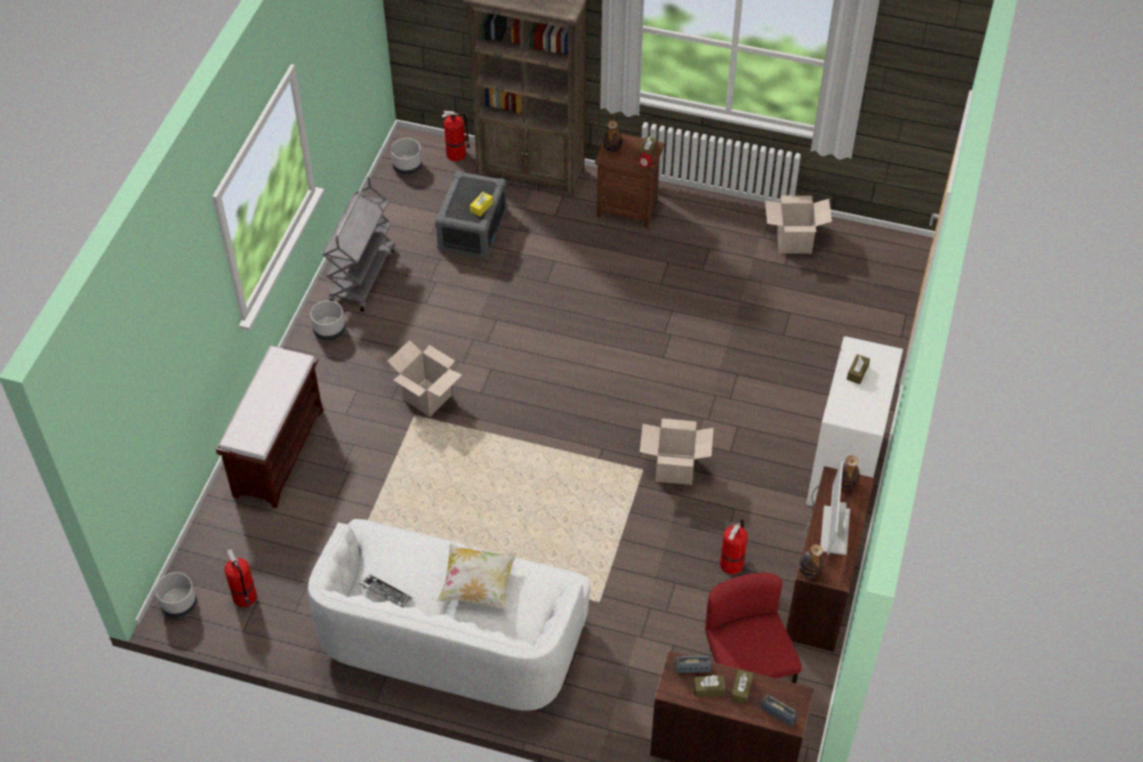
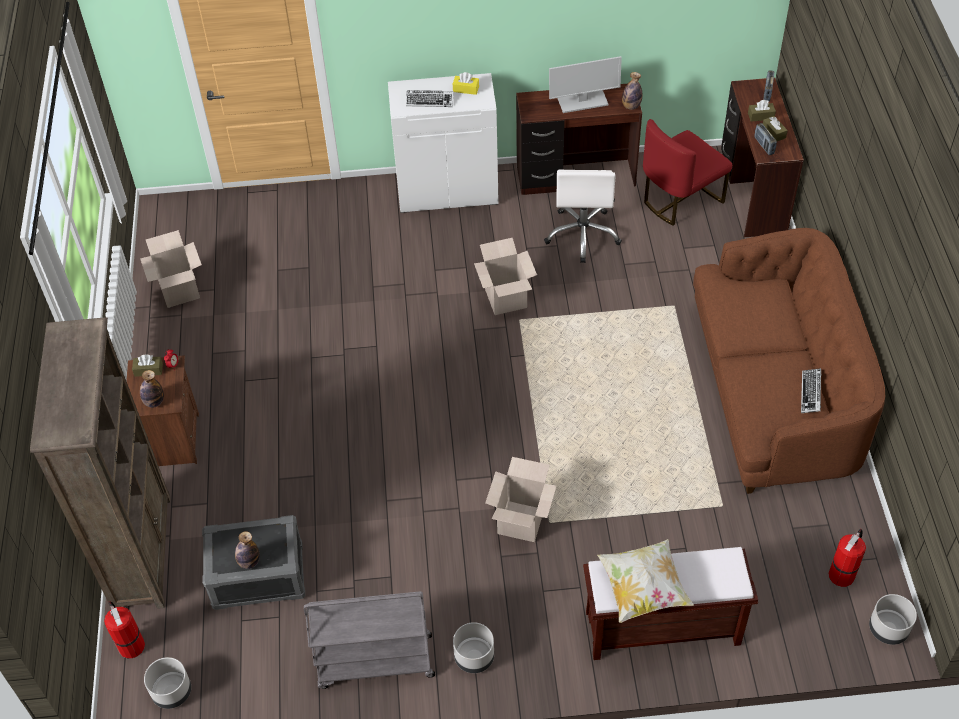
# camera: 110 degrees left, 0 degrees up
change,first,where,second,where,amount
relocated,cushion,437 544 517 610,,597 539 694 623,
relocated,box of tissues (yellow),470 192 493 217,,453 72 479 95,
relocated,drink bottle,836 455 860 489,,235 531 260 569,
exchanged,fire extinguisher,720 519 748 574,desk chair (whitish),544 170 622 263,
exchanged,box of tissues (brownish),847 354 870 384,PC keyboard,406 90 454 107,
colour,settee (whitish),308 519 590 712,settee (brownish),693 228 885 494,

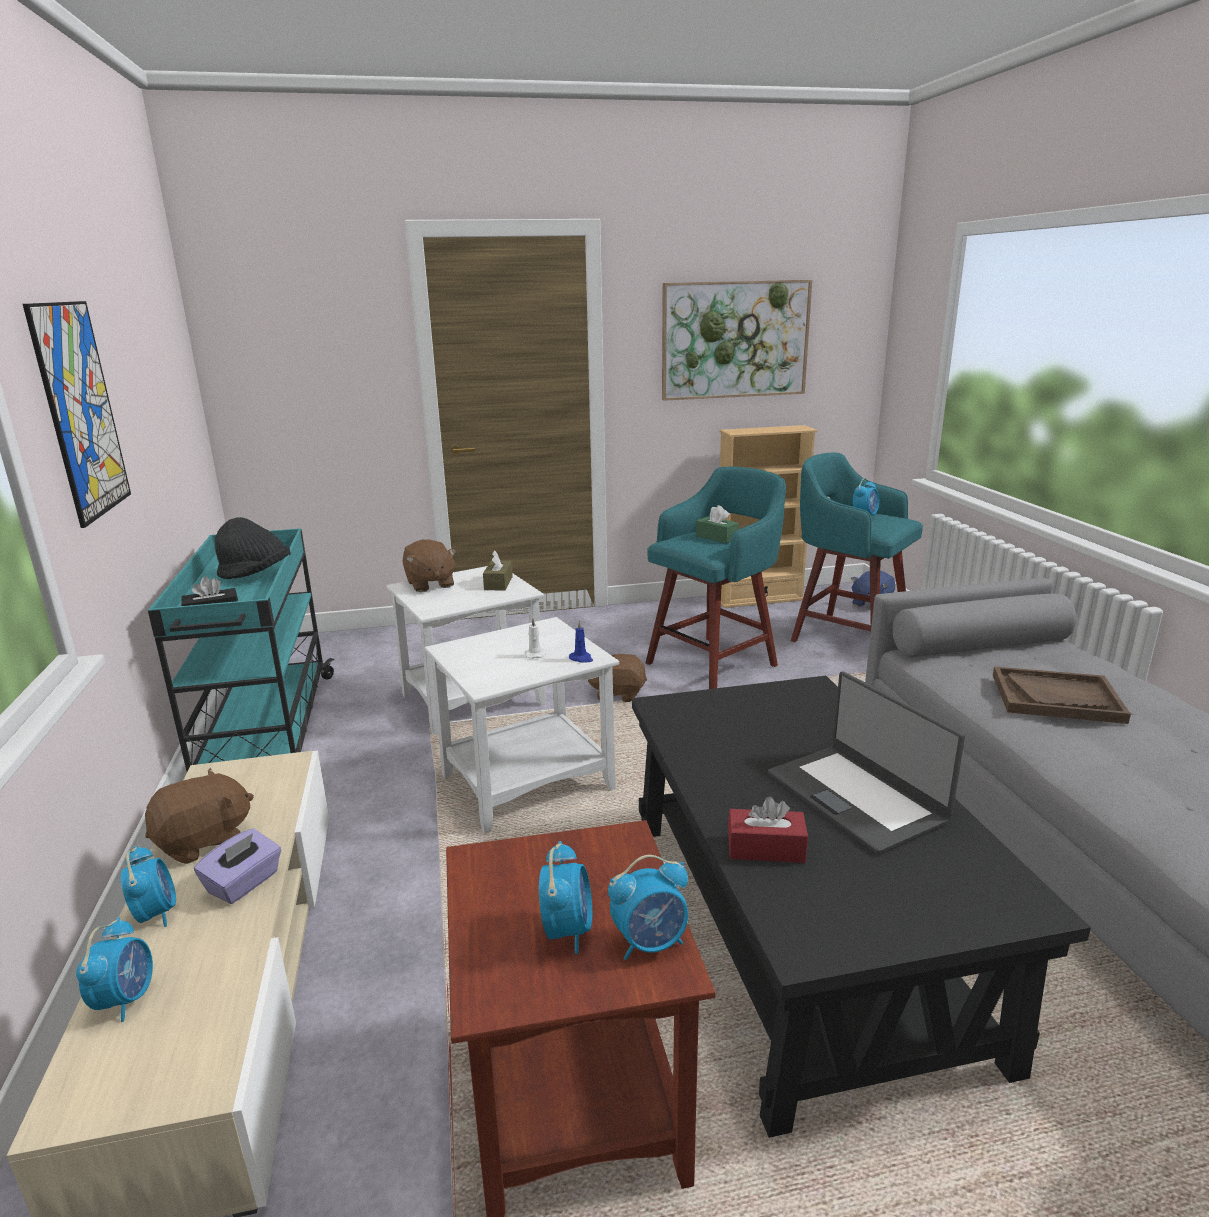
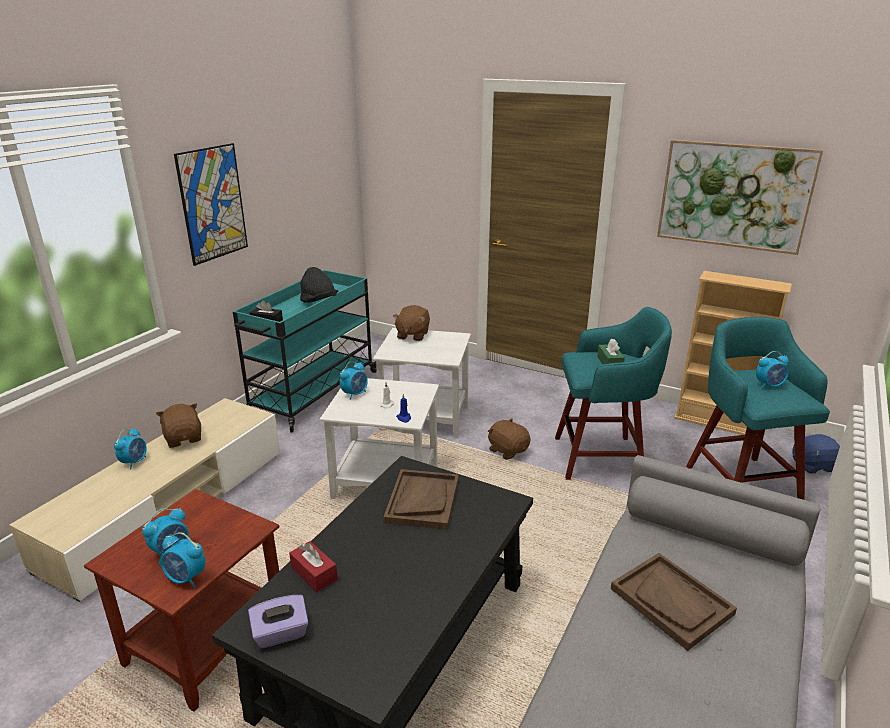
# camera: 40 degrees right, 5 degrees up
change,first,where,second,where,amount
missing,box of tissues (brownish),483 550 513 590,,,
missing,portable computer,768 672 965 855,,,
appeared,,,serving tray (brownish),384 469 459 530,
relocated,table clock,76 917 153 1022,,340 361 368 400,
relocated,box of tissues (purple-coloured),194 828 281 904,,248 595 309 648,
spun,plush toy (brownish),145 768 254 864,,156 403 201 448,120 degrees counterclockwise

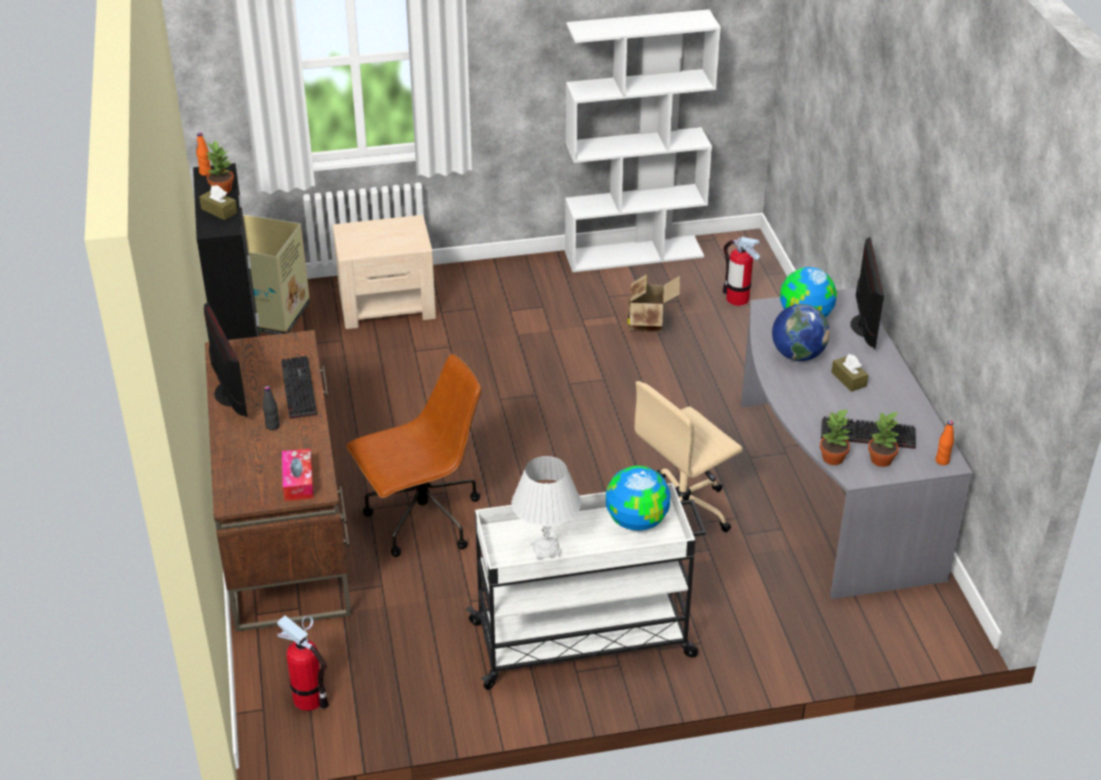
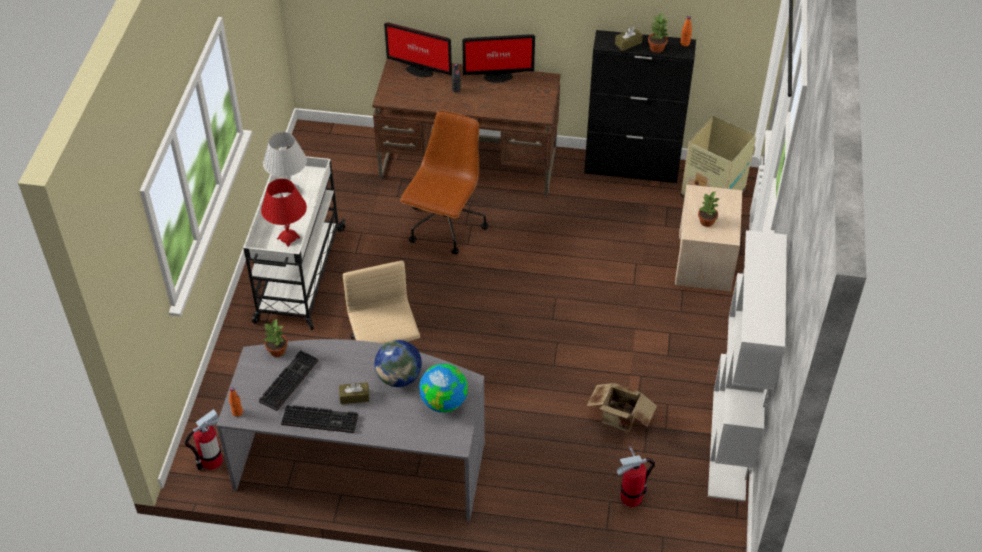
# camera: 110 degrees right, 10 degrees up
change,first,where,second,where,amount
missing,box of tissues,282 448 314 501,,,
relocated,fire extinguisher,277 615 329 711,,184 409 223 470,
relocated,PC keyboard,281 356 317 419,,281 405 358 433,
relocated,computer screen,851 237 884 350,,384 22 452 77,
relocated,houseplant,868 412 899 467,,698 191 719 227,
exchanged,world globe,606 466 671 531,tabletop lamp (red-coloured),261 179 307 247,
spun,desk chair (brownish),346 354 481 557,,400 111 489 255,150 degrees counterclockwise

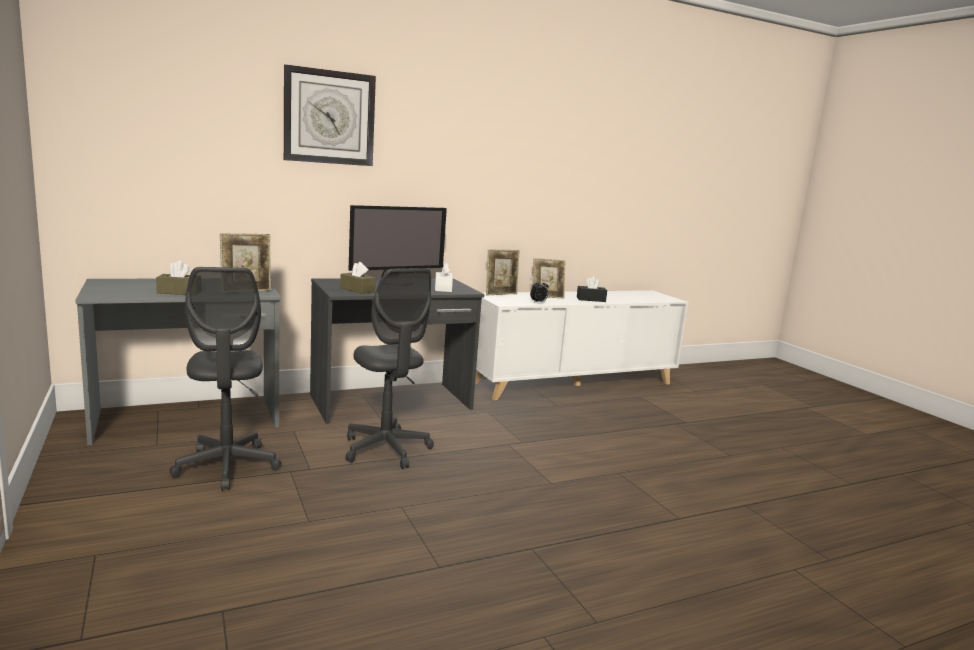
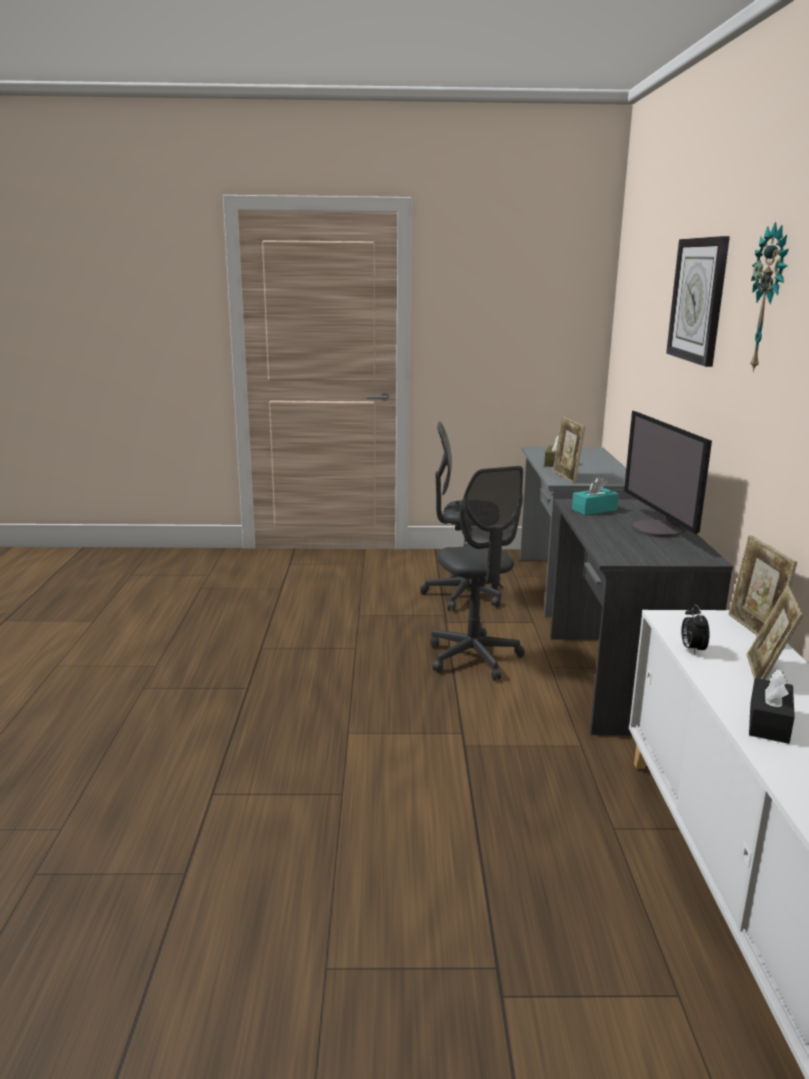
# camera: 115 degrees right, 5 degrees up
change,first,where,second,where,amount
missing,box of tissues (whitish),435 262 453 292,,,
appeared,,,hanging clock,750 222 789 372,
colour,box of tissues (brownish),340 262 376 294,box of tissues (turquoise),572 477 619 515,
spun,desk chair (gray),345 268 434 469,,431 466 525 680,105 degrees counterclockwise

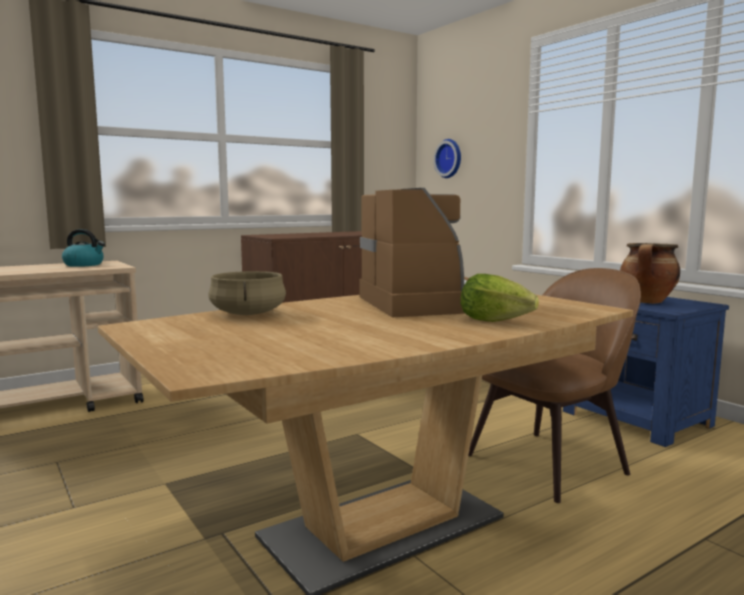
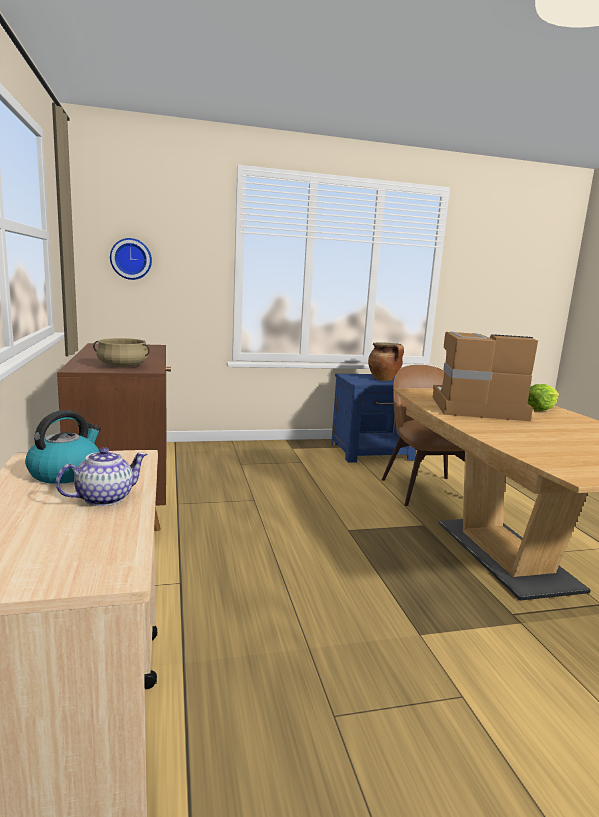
# camera: 70 degrees left, 5 degrees up
change,first,where,second,where,amount
appeared,,,tea pot,56 447 147 506,
relocated,cooking pot (beige-coloured),208 271 286 315,,93 338 150 367,

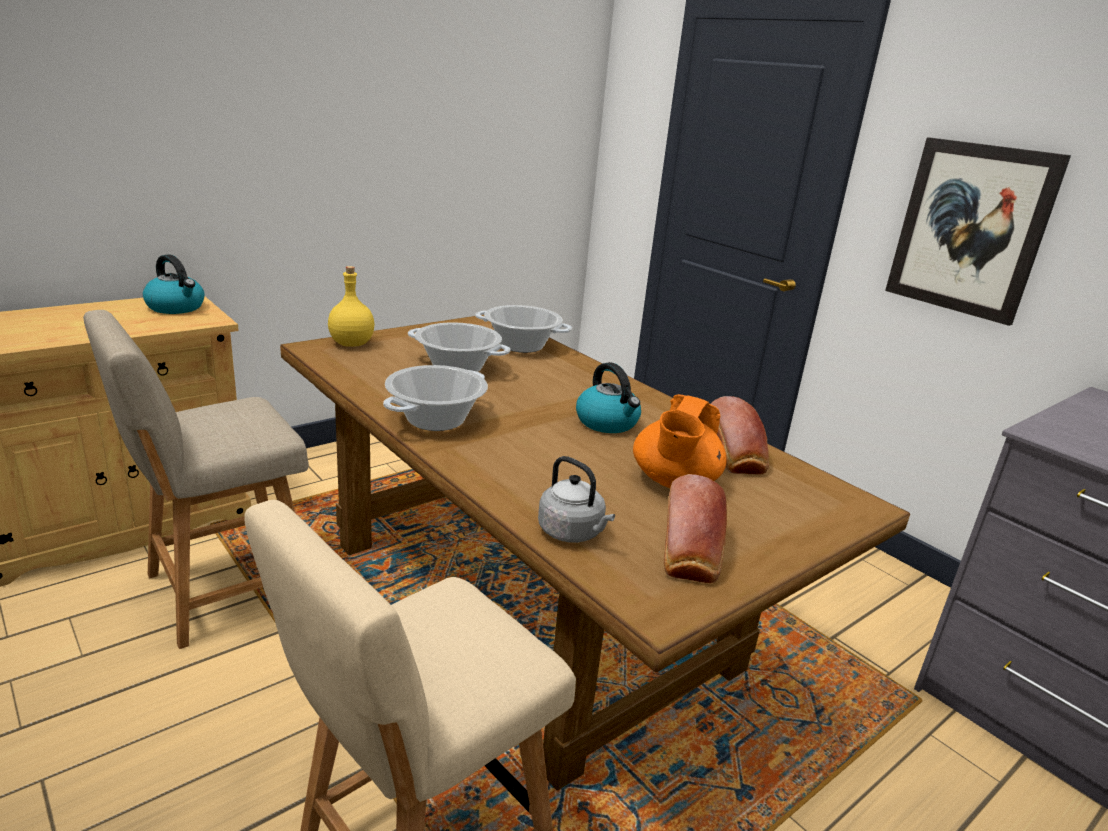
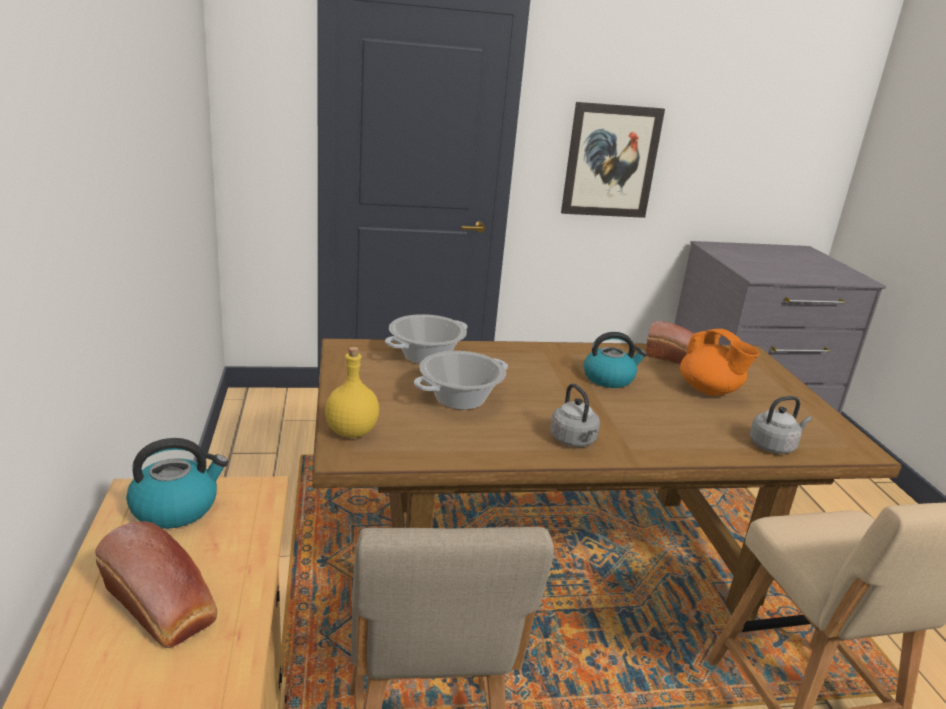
# camera: 60 degrees left, 0 degrees up
change,first,where,second,where,amount
relocated,bakery bread,664 474 727 583,,95 521 217 648,
exchanged,cooking pot,383 365 488 431,kettle (gray),550 383 600 447,

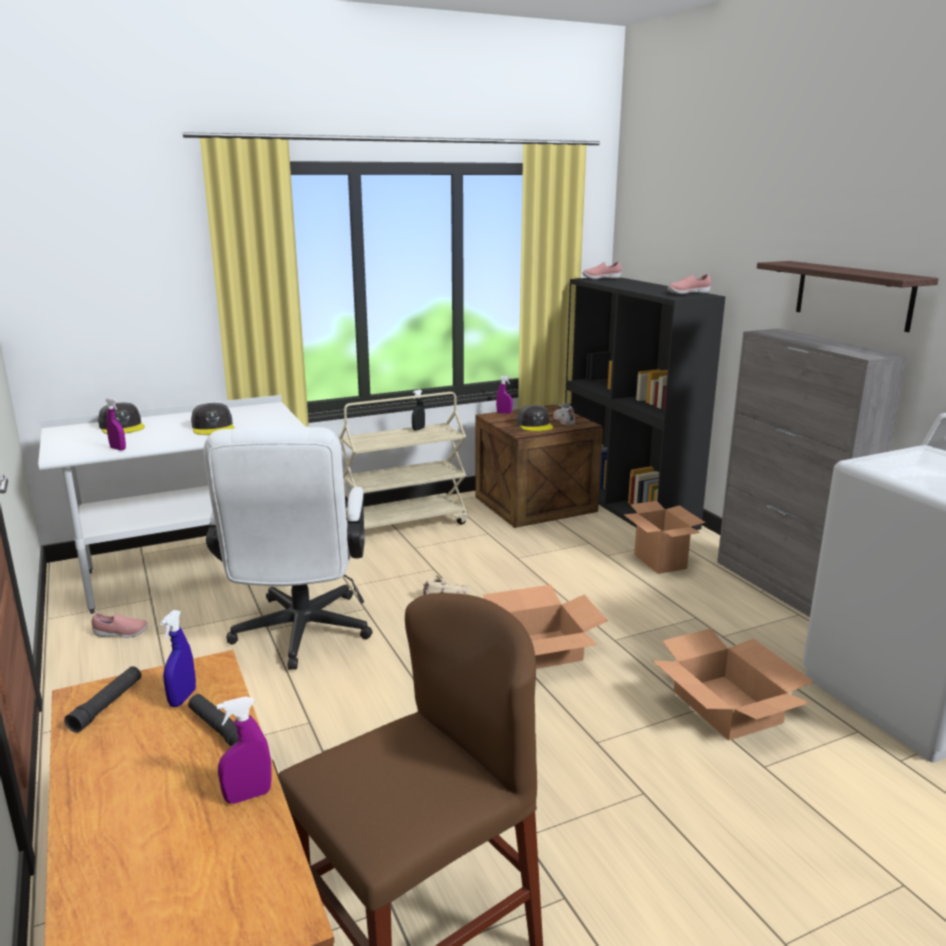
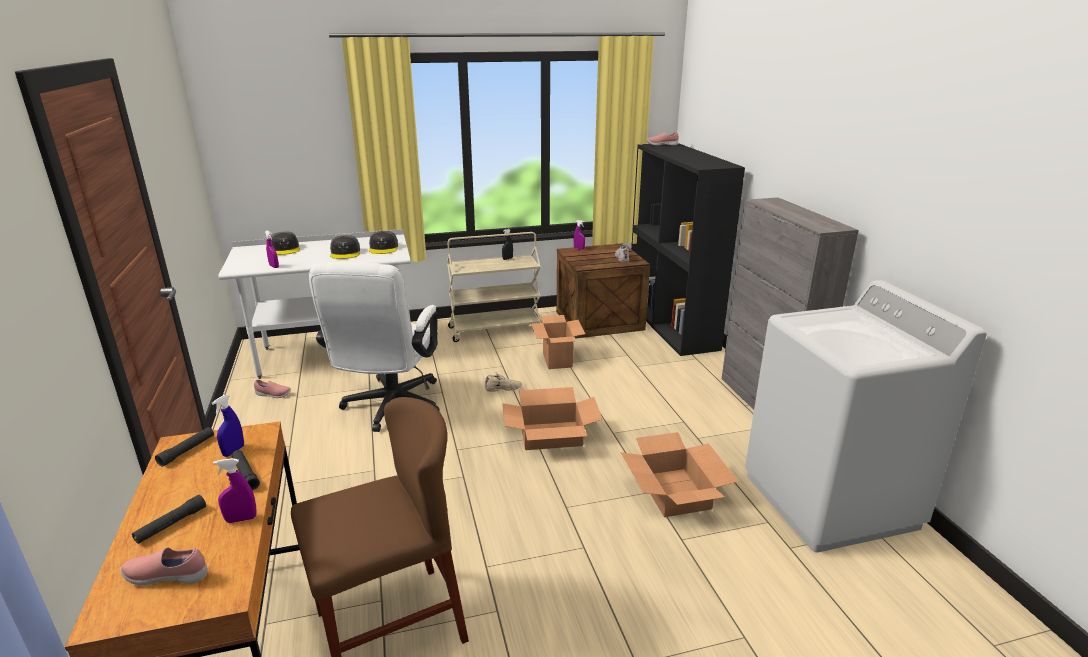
# camera: 10 degrees right, 5 degrees up
change,first,where,second,where,amount
missing,bracket shelf,757 261 939 332,,,
appeared,,,hand torch (black-coloured),132 495 206 544,
relocated,cap (gray),517 405 553 431,,369 231 398 254,
relocated,cardboard box,623 501 705 574,,531 315 585 369,
relocated,low shoe (pink-coloured),668 274 711 294,,120 547 208 585,

